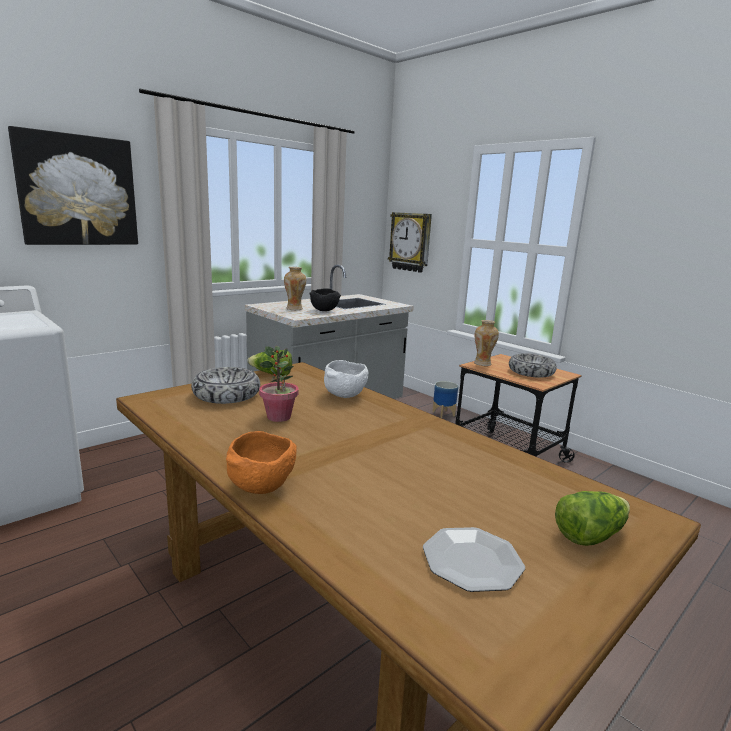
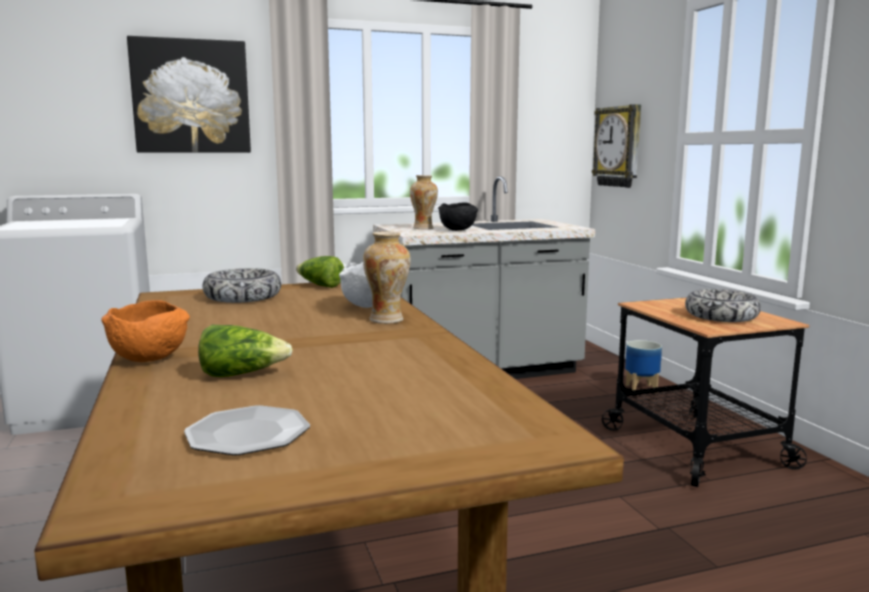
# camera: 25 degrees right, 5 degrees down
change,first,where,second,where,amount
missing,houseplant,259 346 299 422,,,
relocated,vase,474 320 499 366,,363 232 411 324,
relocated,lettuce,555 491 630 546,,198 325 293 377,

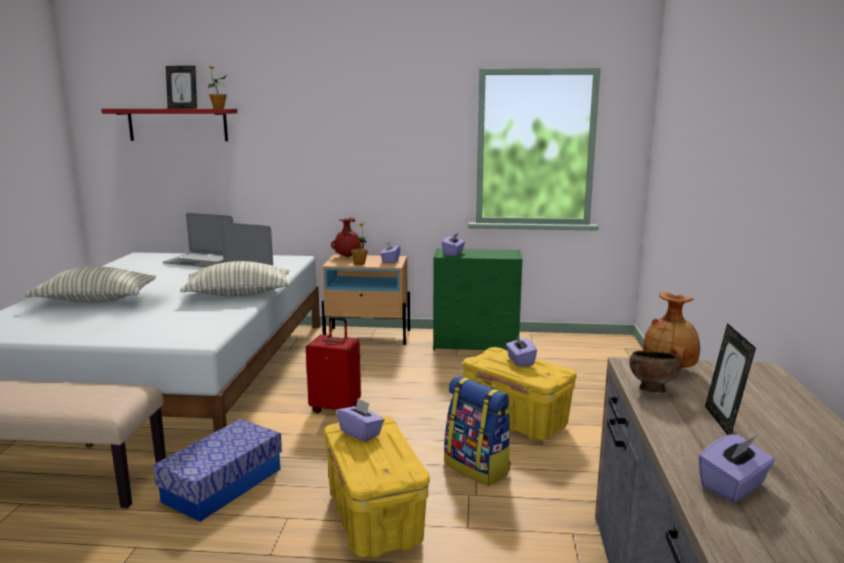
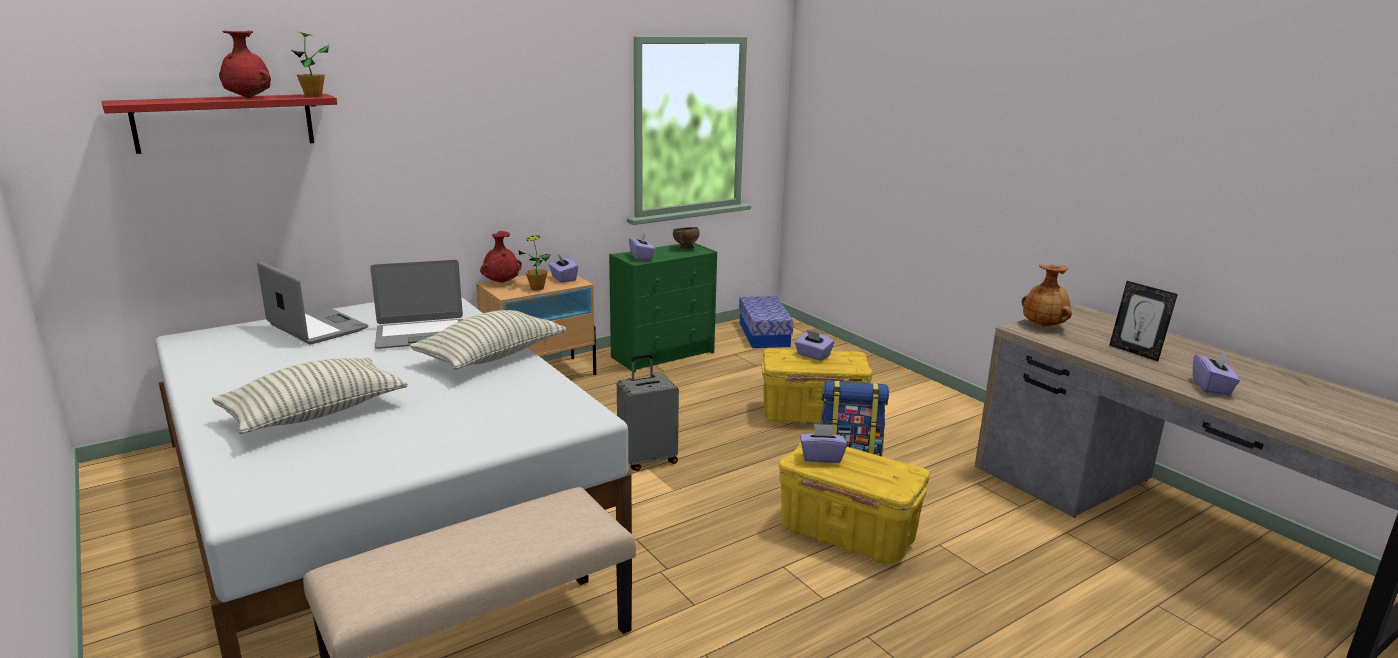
# camera: 40 degrees left, 5 degrees up
change,first,where,second,where,amount
relocated,storage box,153 419 282 522,,739 296 794 348,
relocated,deep dish (brownish),629 351 681 393,,673 227 700 249,
exchanged,picture frame,166 66 197 108,vase (red-coloured),219 31 271 98,
colour,travel case (red-coloured),306 317 361 413,travel case (gray),617 354 679 471,
spun,portable computer,163 213 233 267,,257 261 368 344,120 degrees counterclockwise

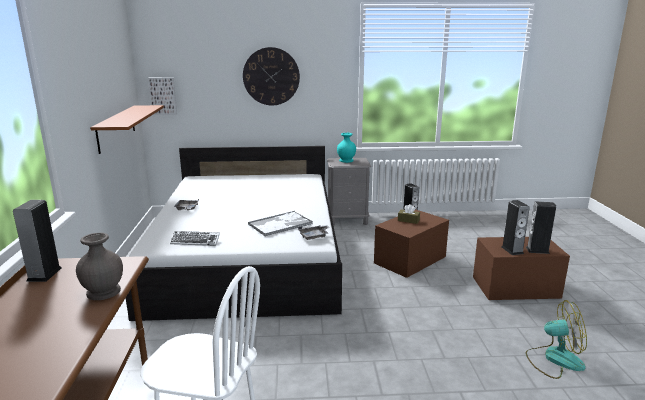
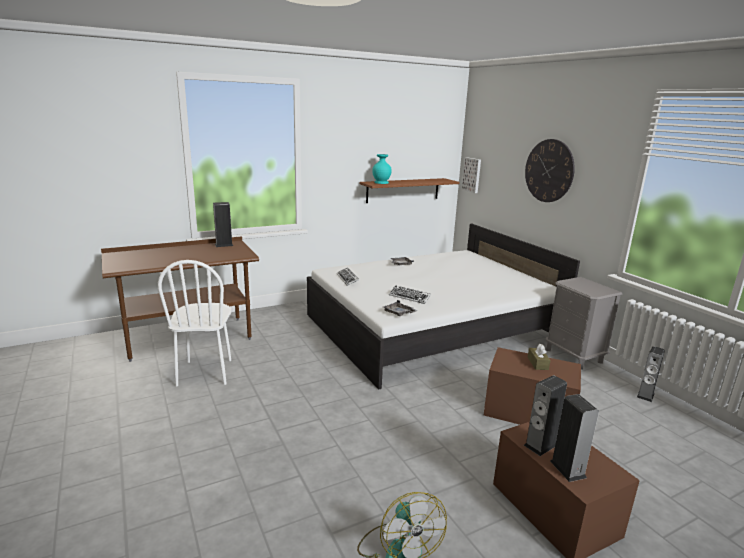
# camera: 65 degrees right, 0 degrees up
change,first,where,second,where,amount
missing,vase (gray),76 233 123 300,,,
relocated,vase (turquoise),337 133 356 163,,372 154 392 184,
exchanged,serving tray,248 211 313 236,PC keyboard,389 285 431 304,

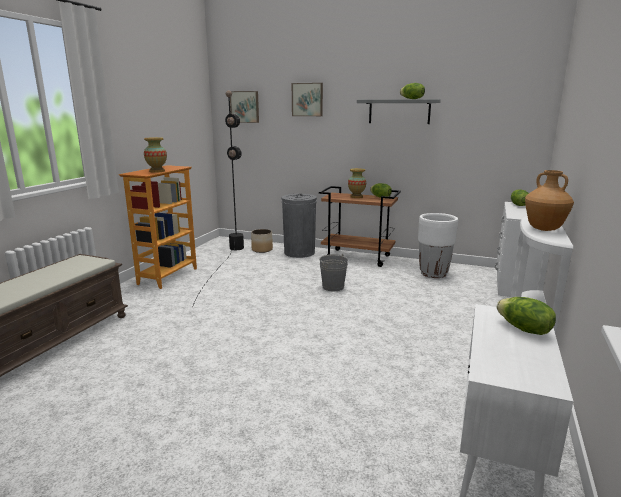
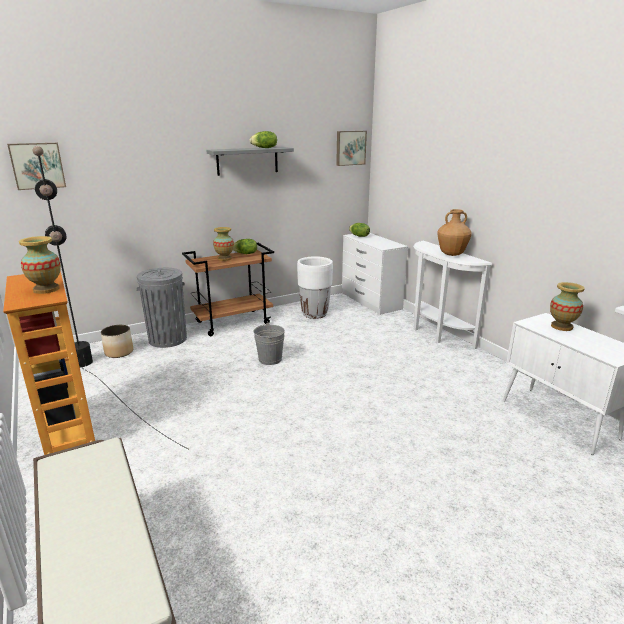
# camera: 50 degrees left, 5 degrees up
change,first,where,second,where,amount
relocated,wall art,292 83 323 116,,336 131 367 166,
exchanged,lettuce,497 297 556 335,vase,550 282 585 331,

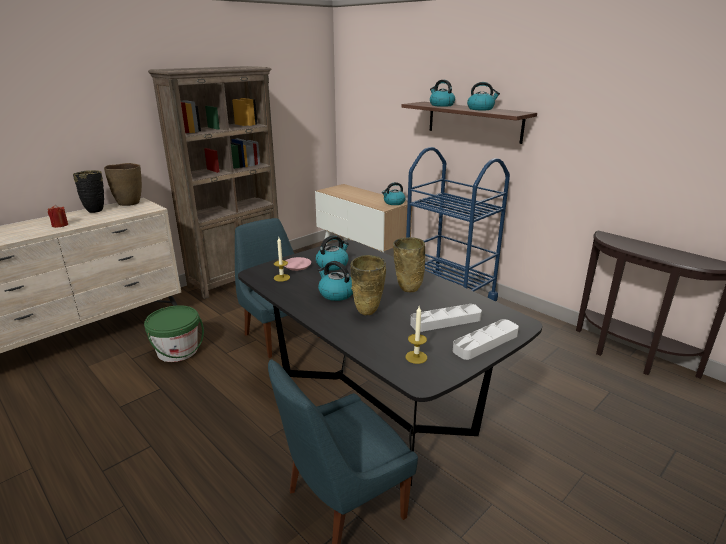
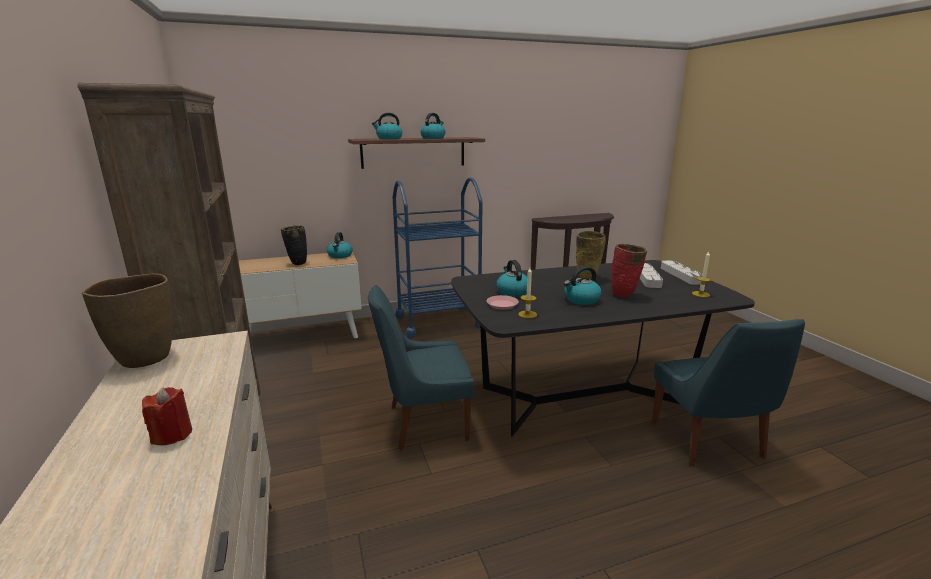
# camera: 65 degrees left, 5 degrees down
change,first,where,second,where,amount
missing,water bucket (greenish),144 305 204 362,,,
relocated,vase (black-coloured),73 170 104 213,,281 225 307 265,
colour,vase (beige-coloured),351 255 386 315,vase (red-coloured),611 244 647 298,

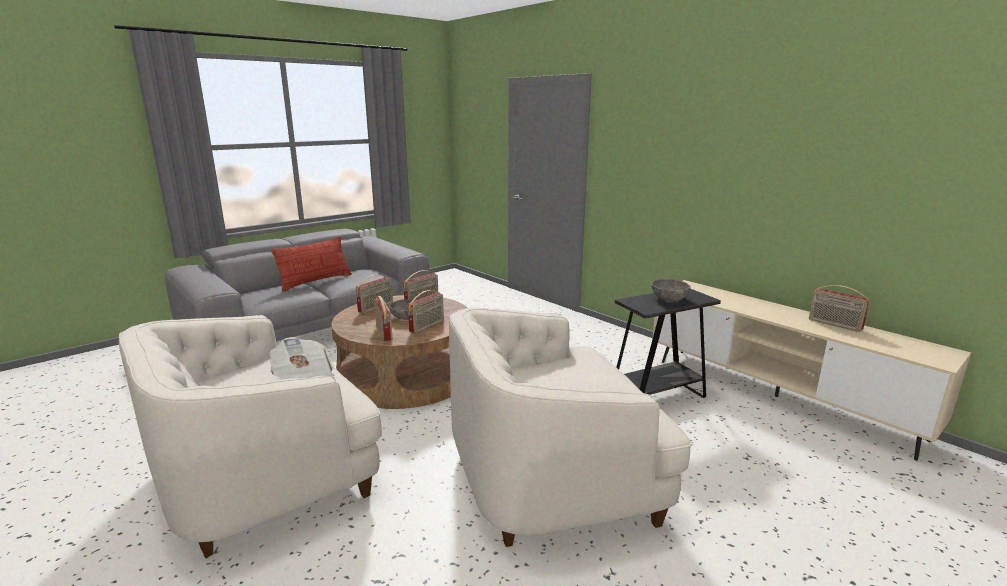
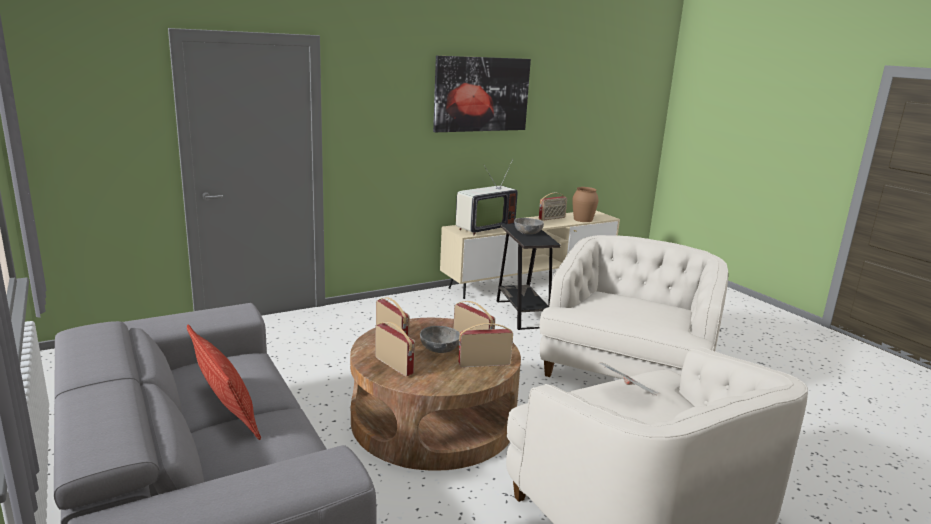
# camera: 80 degrees left, 0 degrees up
change,first,where,second,where,amount
appeared,,,wall art,433 56 531 132,
appeared,,,TV,456 159 518 235,
appeared,,,vase (brownish),572 187 599 222,
spun,armchair (whitish),449 308 691 547,,540 235 728 379,150 degrees counterclockwise

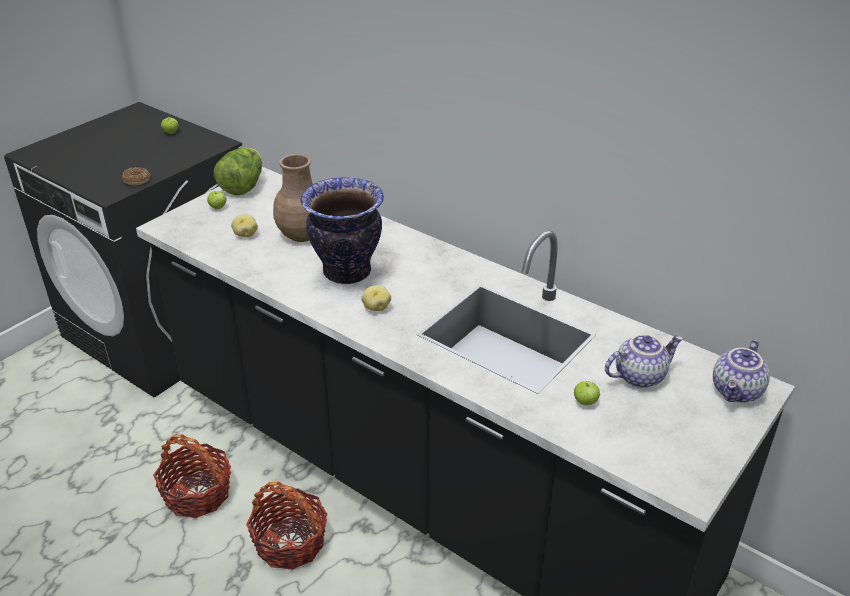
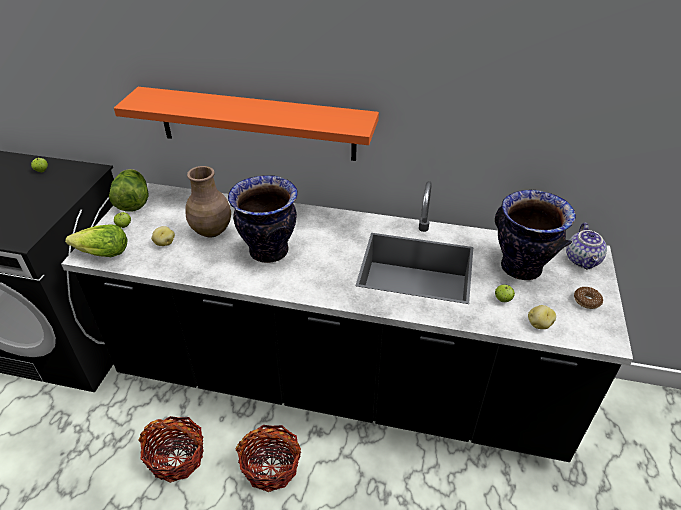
# camera: 25 degrees left, 5 degrees up
change,first,where,second,where,amount
appeared,,,lettuce,65 224 128 257,
appeared,,,bracket shelf (orange-coloured),114 87 379 161,
relocated,doughnut,122 167 150 185,,574 287 603 309,
relocated,potato,361 285 391 311,,528 305 556 329,
exchanged,tea pot,605 334 683 388,vase,495 190 576 280,

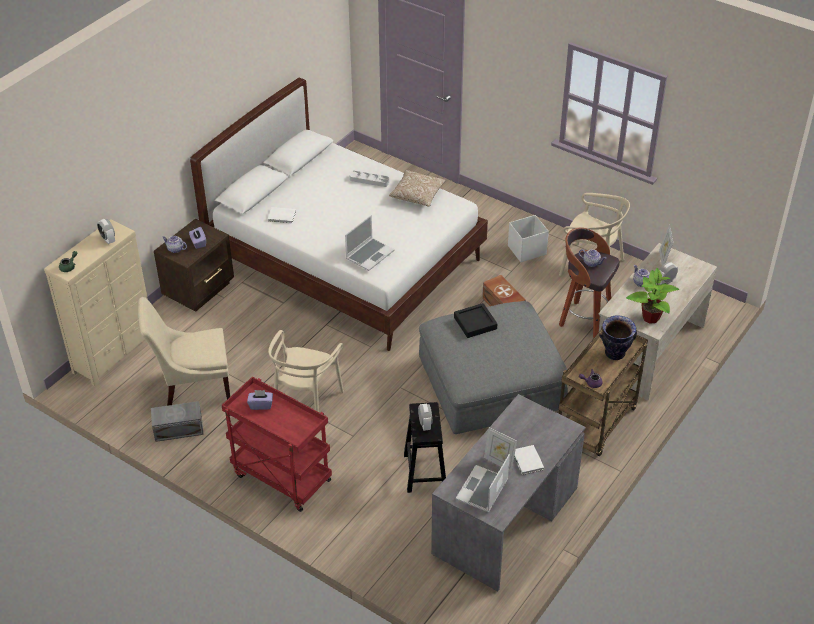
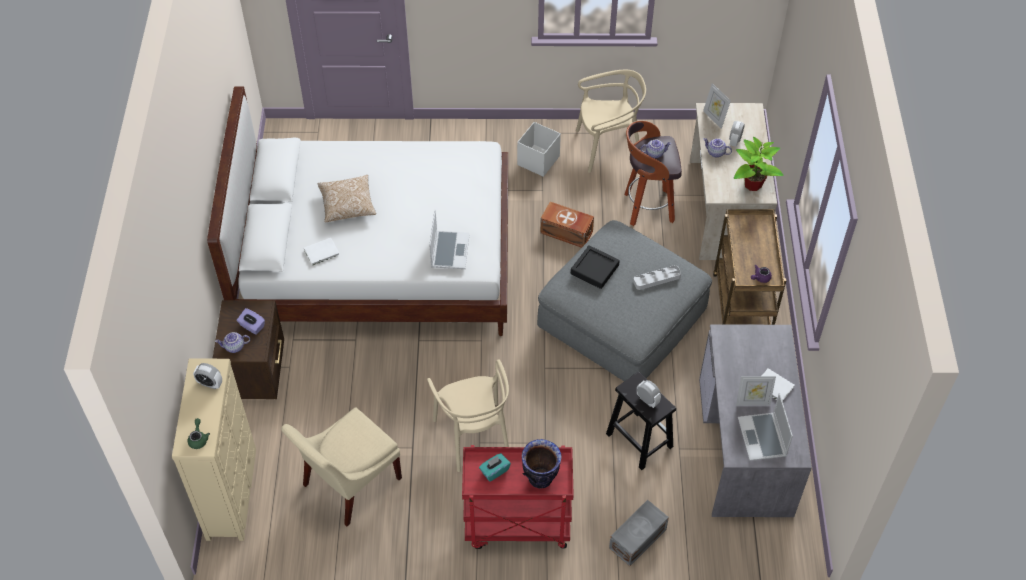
# camera: 35 degrees left, 10 degrees up
change,first,where,second,where,amount
relocated,storage box (gray),151 401 204 442,,609 500 669 566,
relocated,serving tray (gray),350 171 389 187,,633 265 681 290,
relocated,cushion,389 170 446 207,,317 175 376 223,
relocated,vase,599 315 637 360,,522 439 562 488,
colour,box of tissues (purple-coloured),247 390 273 410,box of tissues (turquoise),479 453 511 481,

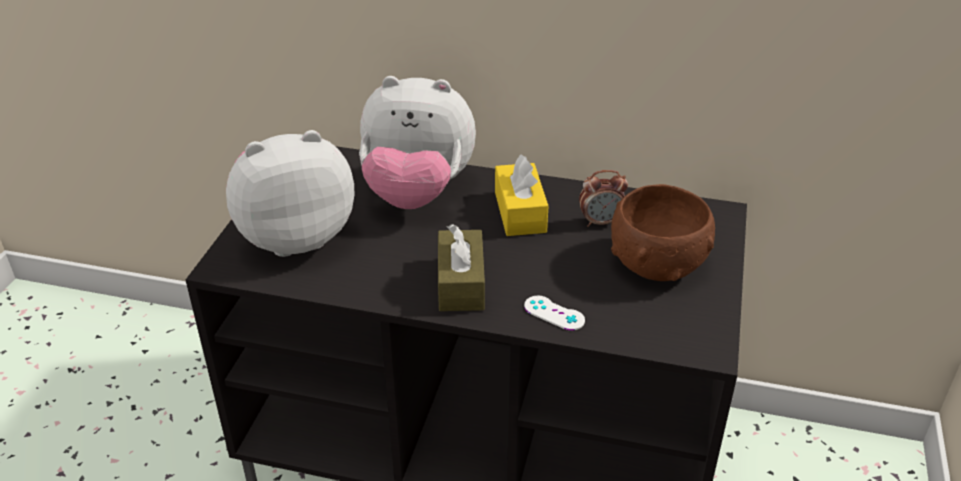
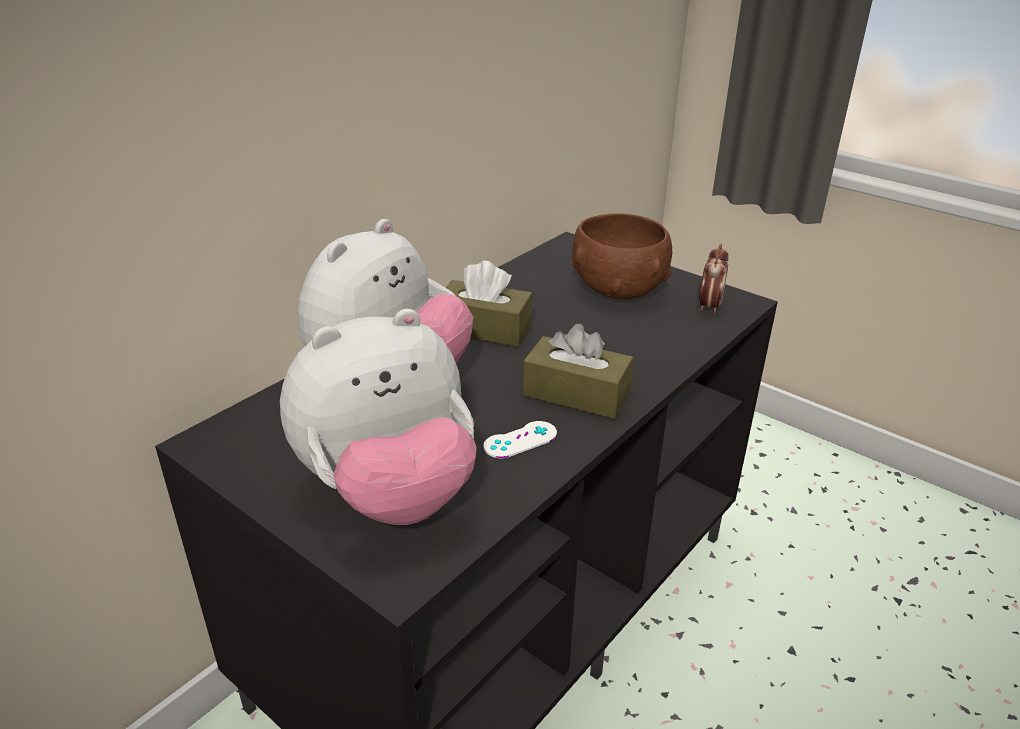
# camera: 65 degrees left, 5 degrees down
change,first,where,second,where,amount
relocated,gamepad (whitish),524 296 585 330,,483 421 557 458,
relocated,table clock,579 170 628 227,,699 243 729 315,
colour,box of tissues (yellow),495 154 548 236,box of tissues (brownish),446 261 533 347,
spun,plush toy,226 130 354 257,,280 309 477 525,120 degrees counterclockwise

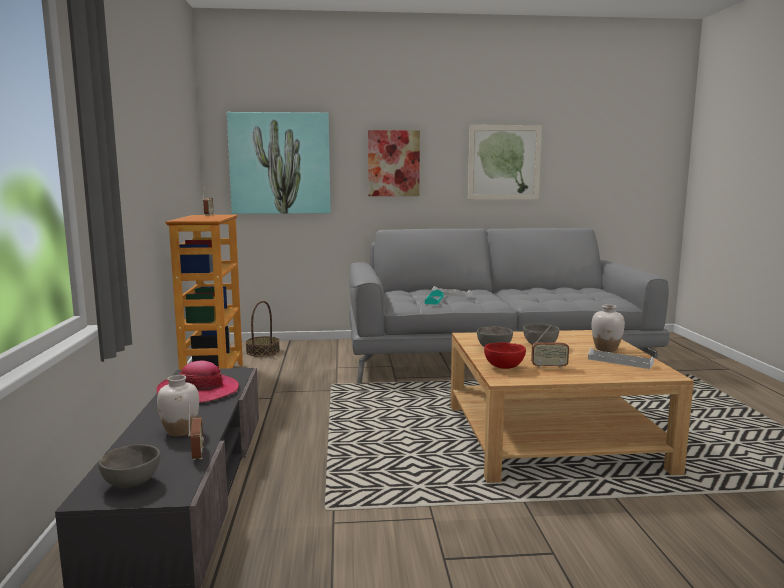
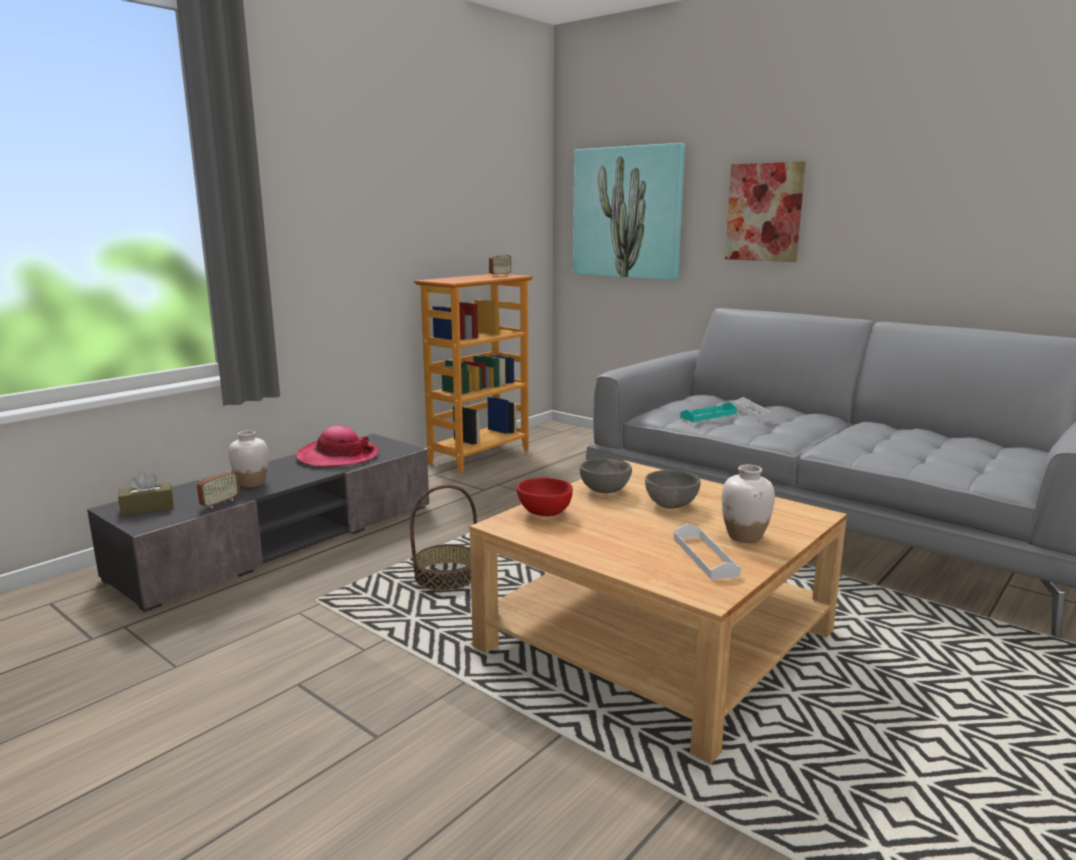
# camera: 45 degrees right, 5 degrees up
change,first,where,second,where,amount
missing,wall art,468 125 542 200,,,
missing,radio receiver,531 325 569 369,,,
relocated,basket,246 301 280 357,,410 484 477 591,
exchanged,deep dish (gray),98 444 160 488,box of tissues (brownish),118 471 174 516,

